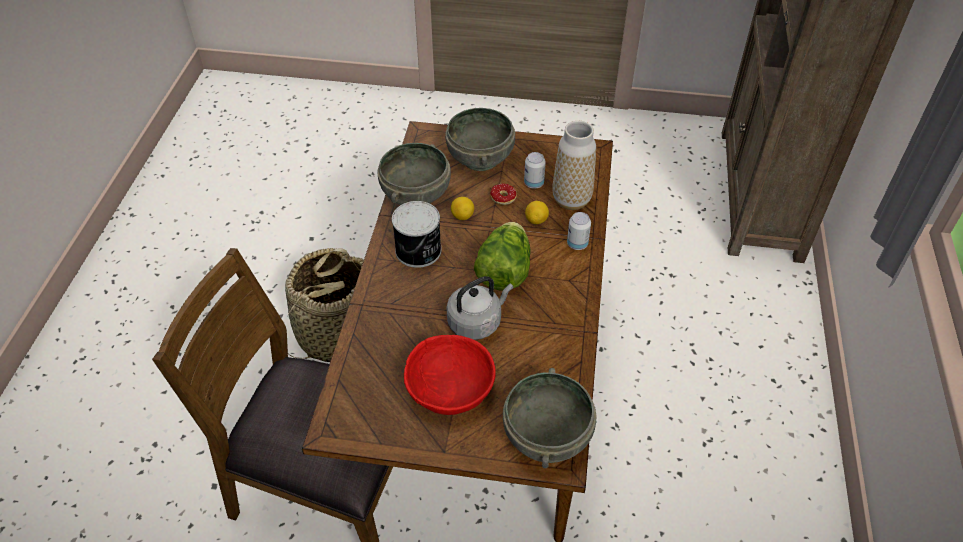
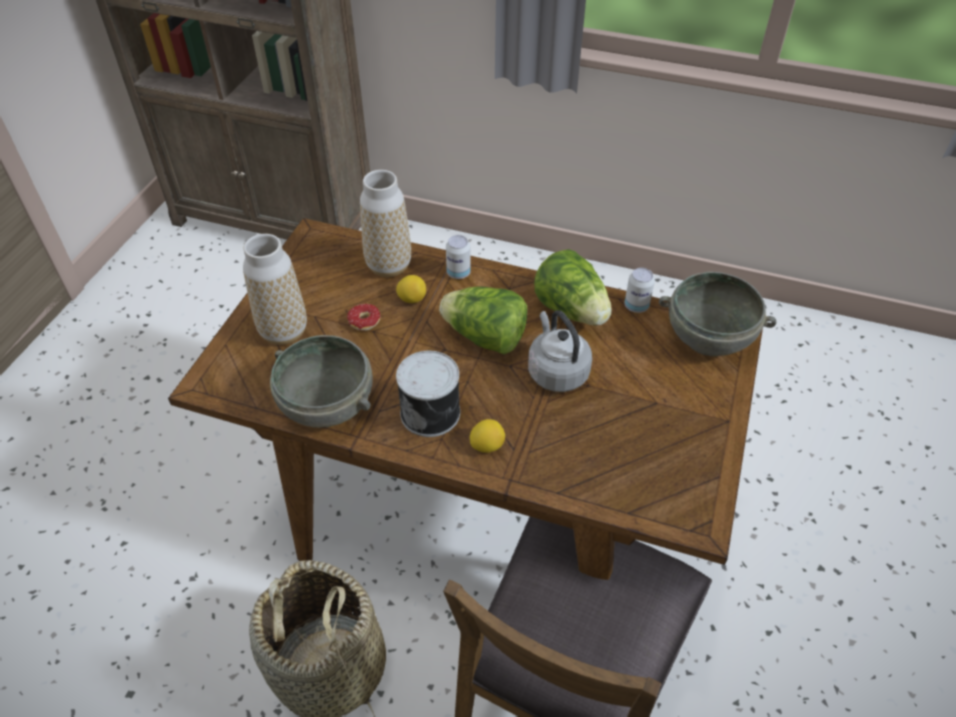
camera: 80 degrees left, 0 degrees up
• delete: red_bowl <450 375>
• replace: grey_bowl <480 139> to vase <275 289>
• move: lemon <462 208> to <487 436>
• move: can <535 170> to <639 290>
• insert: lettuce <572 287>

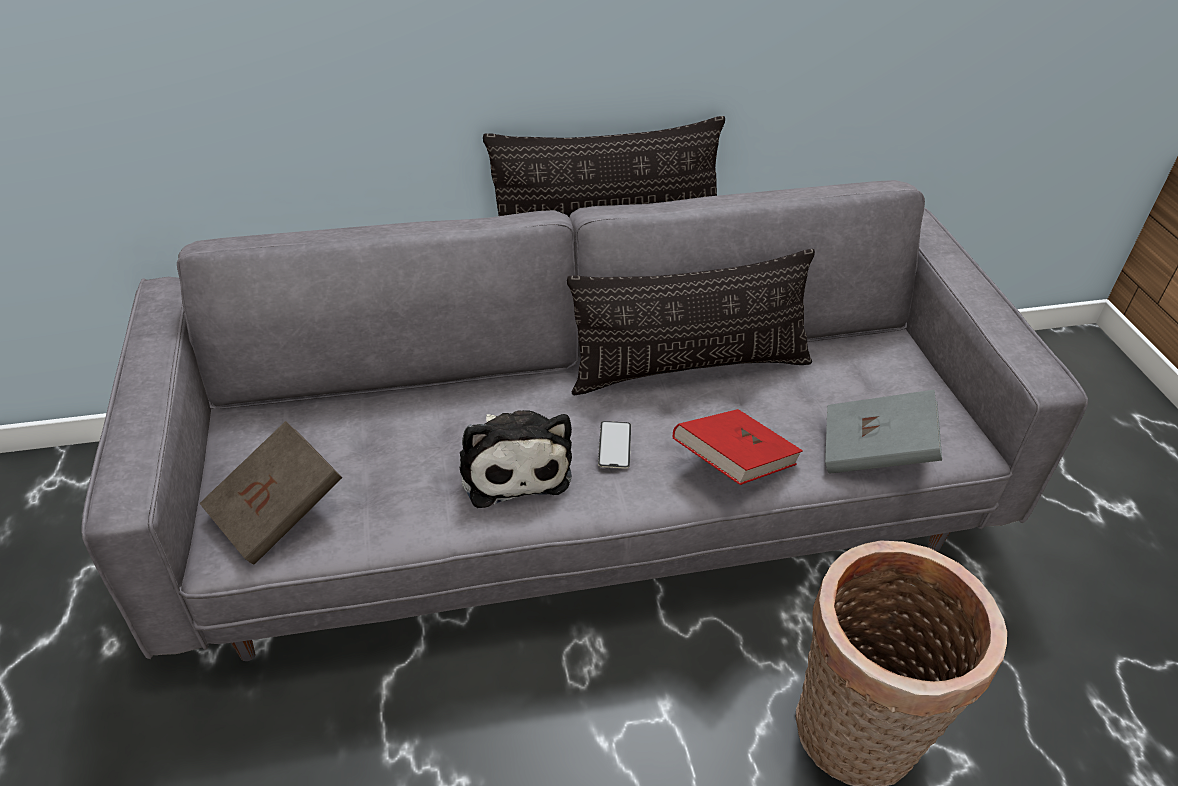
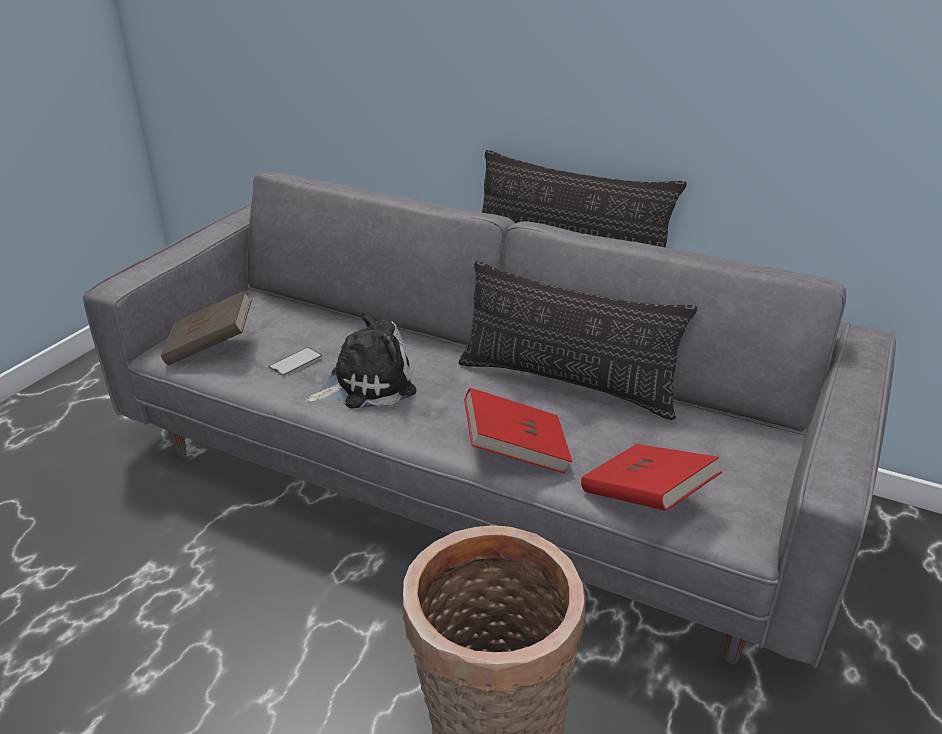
camera: 40 degrees right, 10 degrees down
• rotate: plush_toy <516 459> = <360 359> 135 degrees counterclockwise
• move: phone <614 445> to <295 361>
• recolor: grey_book <883 432> to red_book <651 477>

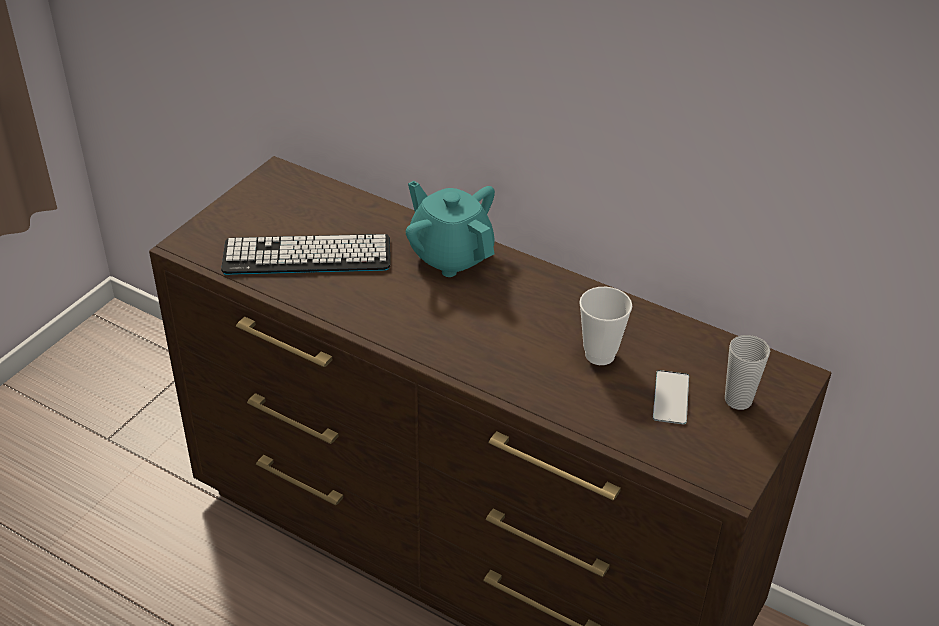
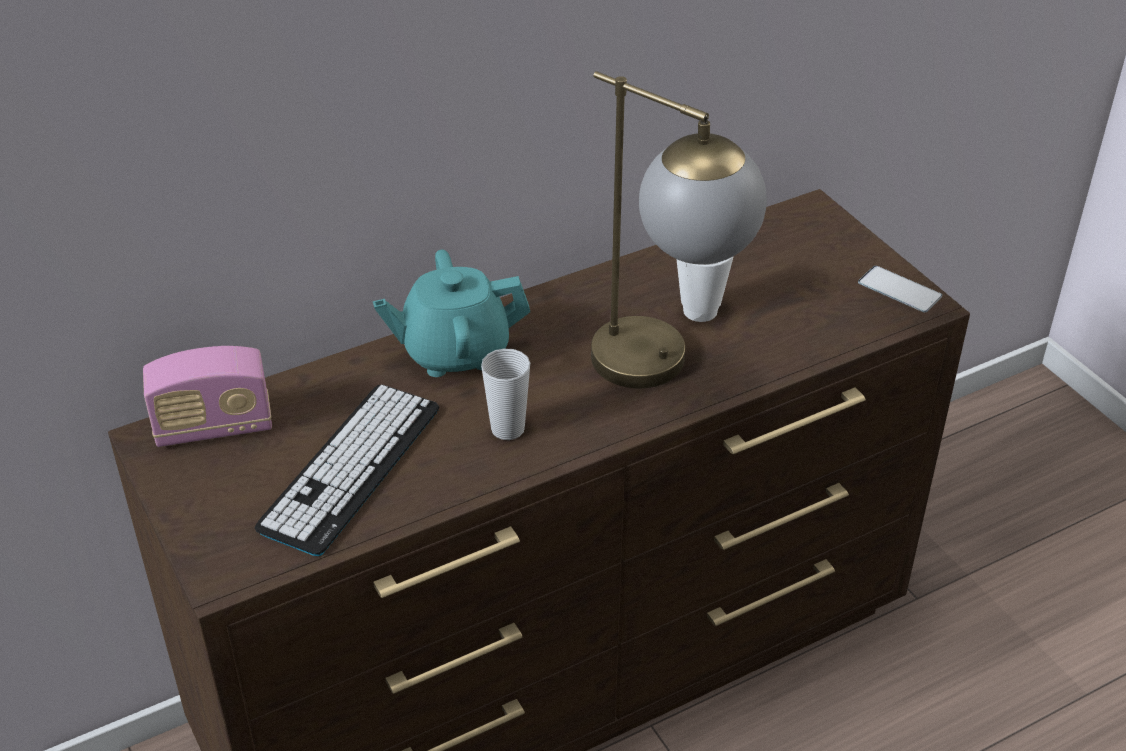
camera: 60 degrees left, 0 degrees up
• move: phone <671 397> to <900 289>
• move: cup <747 372> to <505 394>
• insert: radio <207 396>
• insert: table_lamp <679 229>

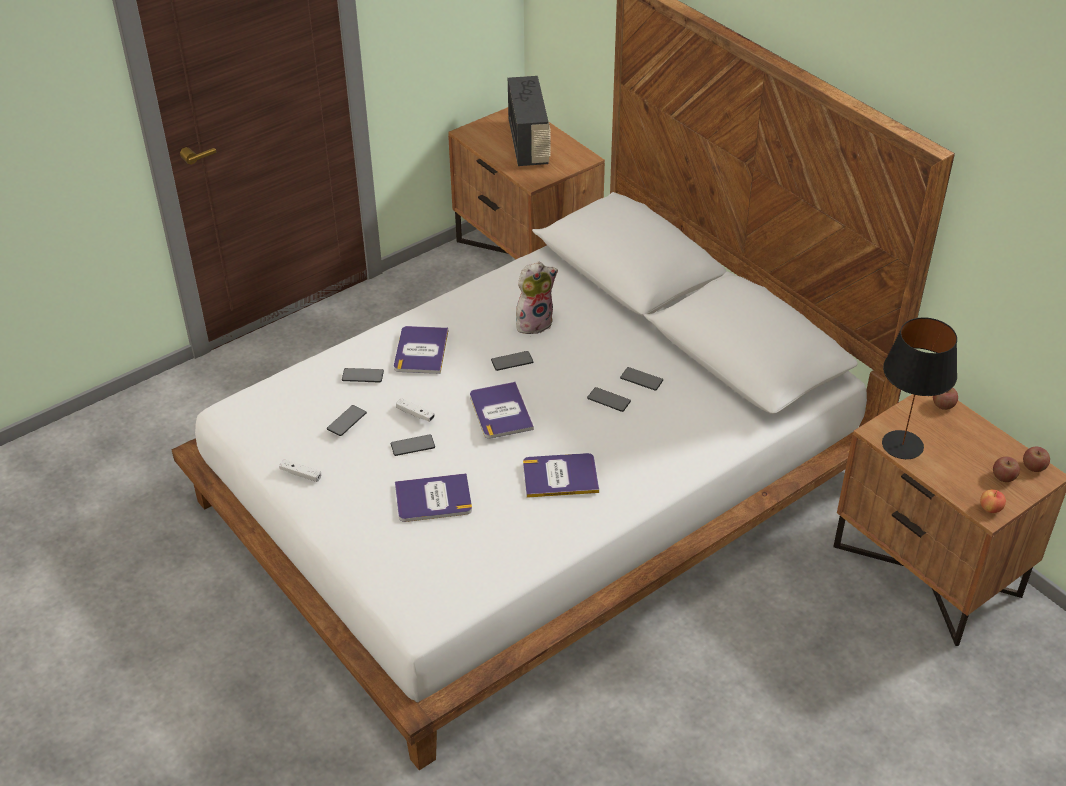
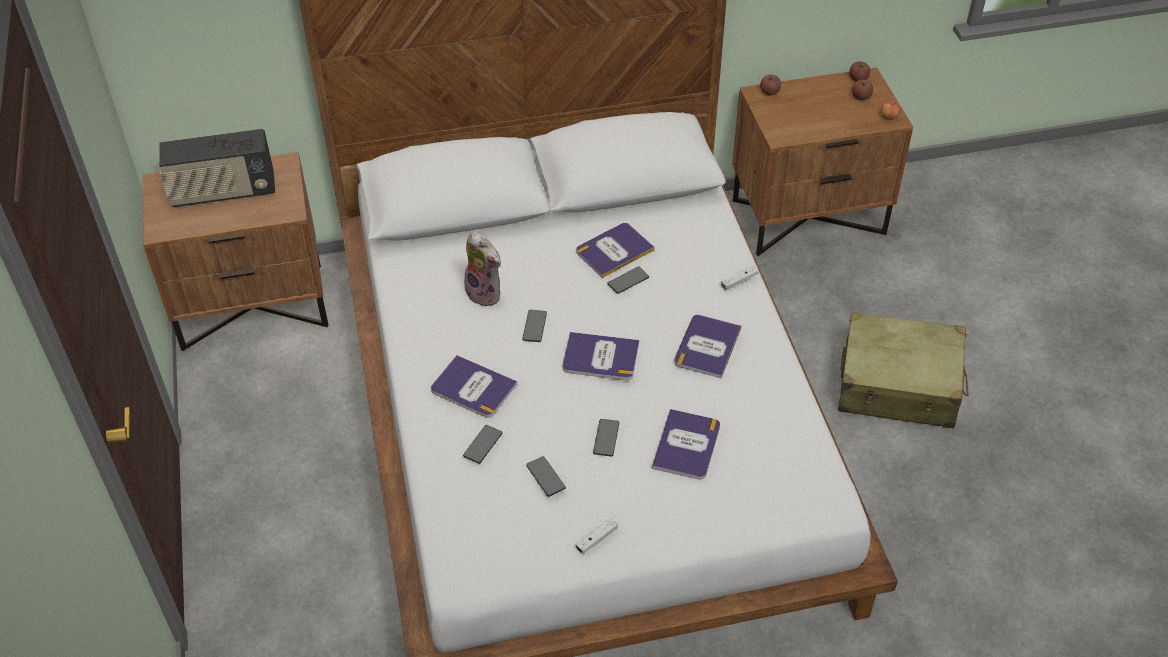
camera: 65 degrees left, 5 degrees up
• move: white_game_controller <415 410> to <739 278>
• rotate: radio <529 121> = <217 168> 150 degrees clockwise
• rotate: plush_toy <537 298> = <482 269> 135 degrees clockwise
• replace: phone <641 379> to book <615 250>
• delete: black_table_lamp <919 388>
• insert: beige_suitcase <903 370>

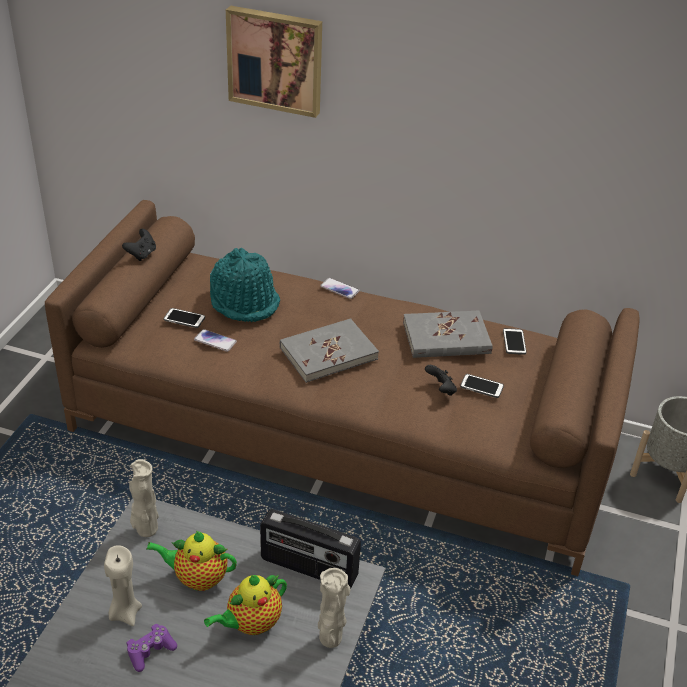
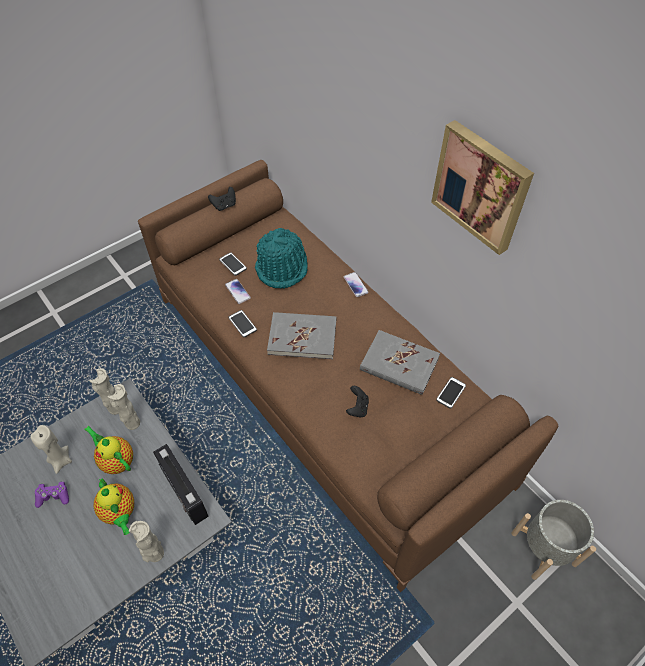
camera: 35 degrees right, 15 degrees up
• rotate: teapot <245 605> = <113 507> 120 degrees counterclockwise
• move: picture <274 62> to <482 187>
• move: phone <482 386> to <242 323>
• insert: beige_vase <123 407>

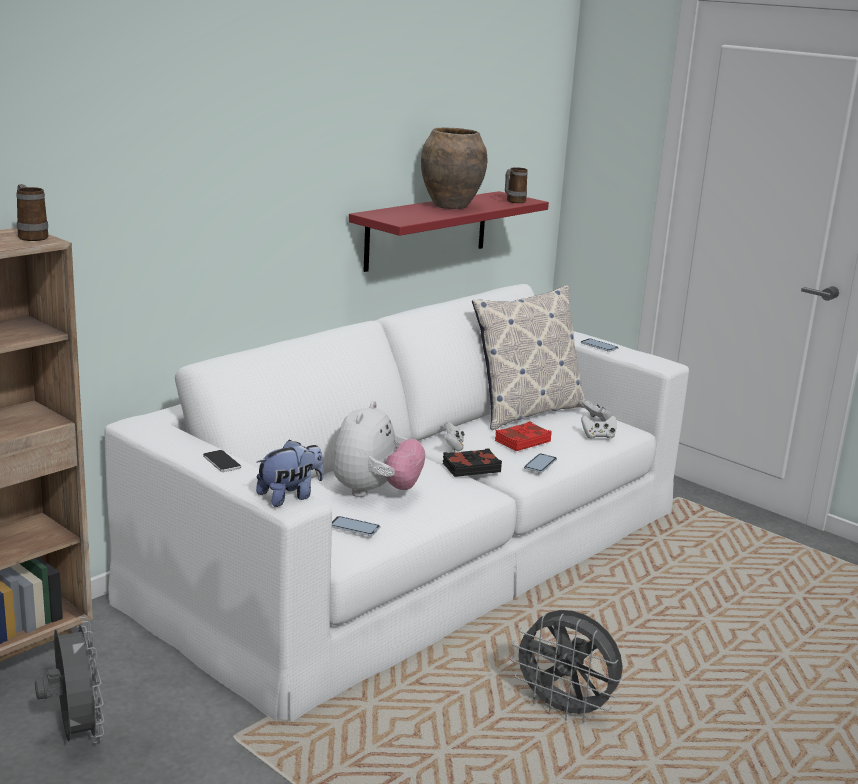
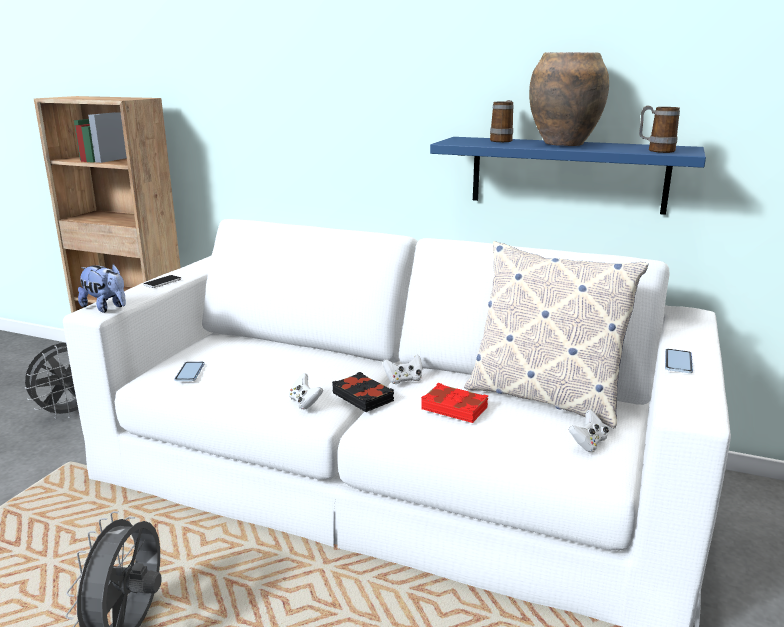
camera: 70 degrees right, 0 degrees up
• move: mug <32 212> to <502 121>
• delete: plush_toy <378 449>
• recolor: red_shelf <449 231> to blue_shelf <568 176>
• delete: phone <540 463>
• move: white_game_controller <599 426> to <306 391>

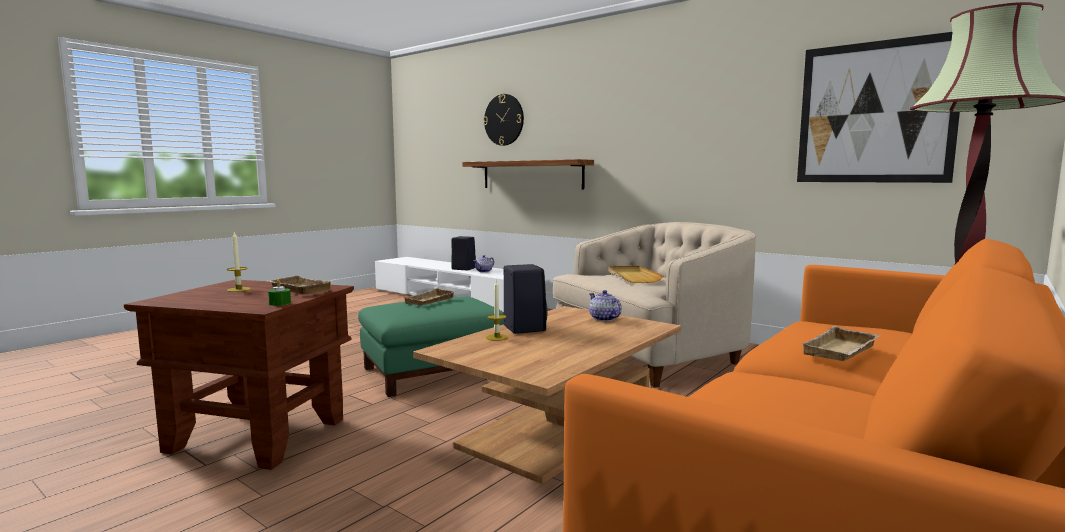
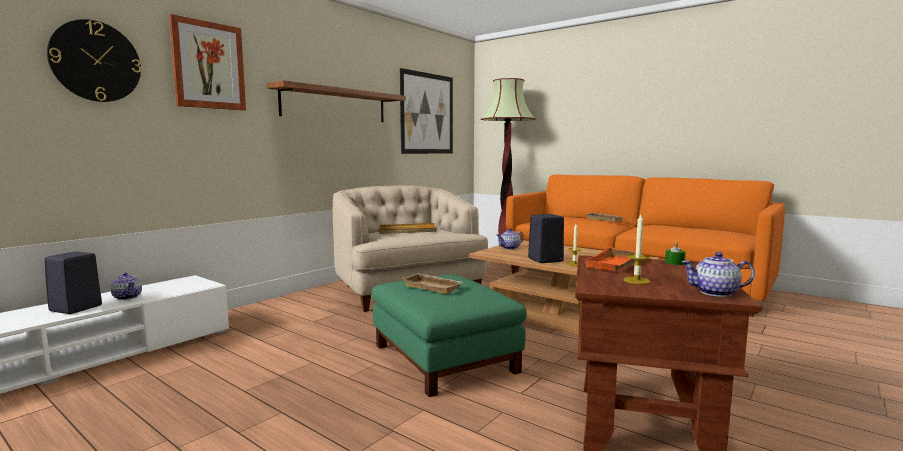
camera: 90 degrees left, 0 degrees up
• recolor: beige_tray <300 285> to orange_tray <610 259>
• move: shelf <528 174> to <336 101>
• insert: picture <207 62>
• insert: teapot <718 274>

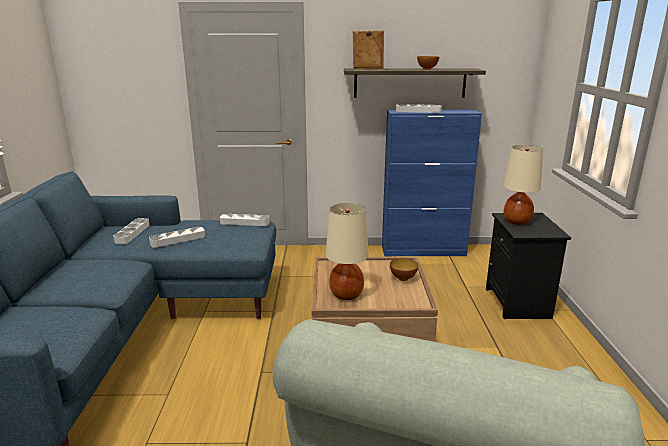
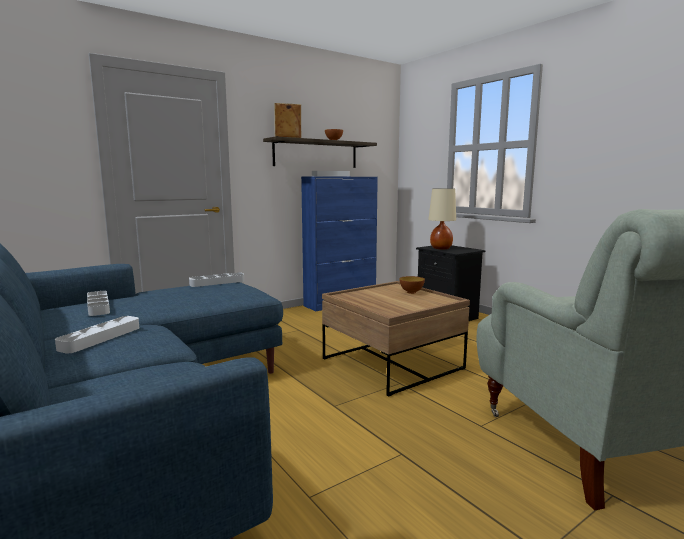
camera: 35 degrees left, 10 degrees down
• move: grey_tray <177 237> to <97 335>
• delete: beige_table_lamp <347 251>

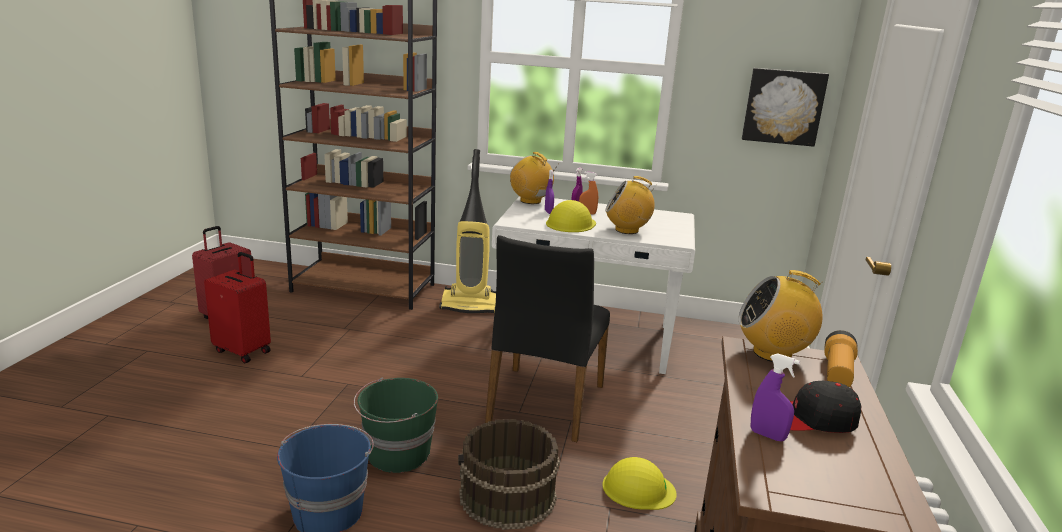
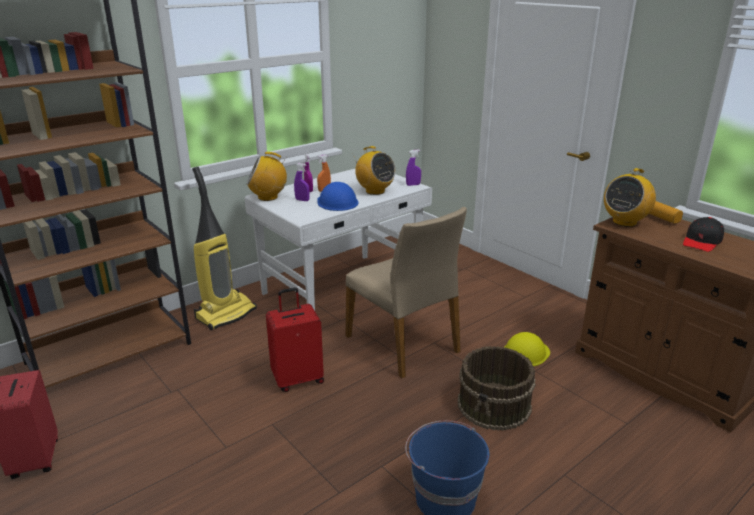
camera: 50 degrees left, 5 degrees up
• move: red_suitcase <237 307> to <295 340>
• delete: green_bucket <396 425>
• recolor: black_chair <547 338> to beige_chair <406 292>
• recolor: yellow_hard_hat <571 216> to blue_hard_hat <337 196>
• rotate: radio <631 205> = <374 170> 90 degrees counterclockwise
• delete: picture <785 107>
• move: purple_spray_bottle <775 397> to <413 168>

